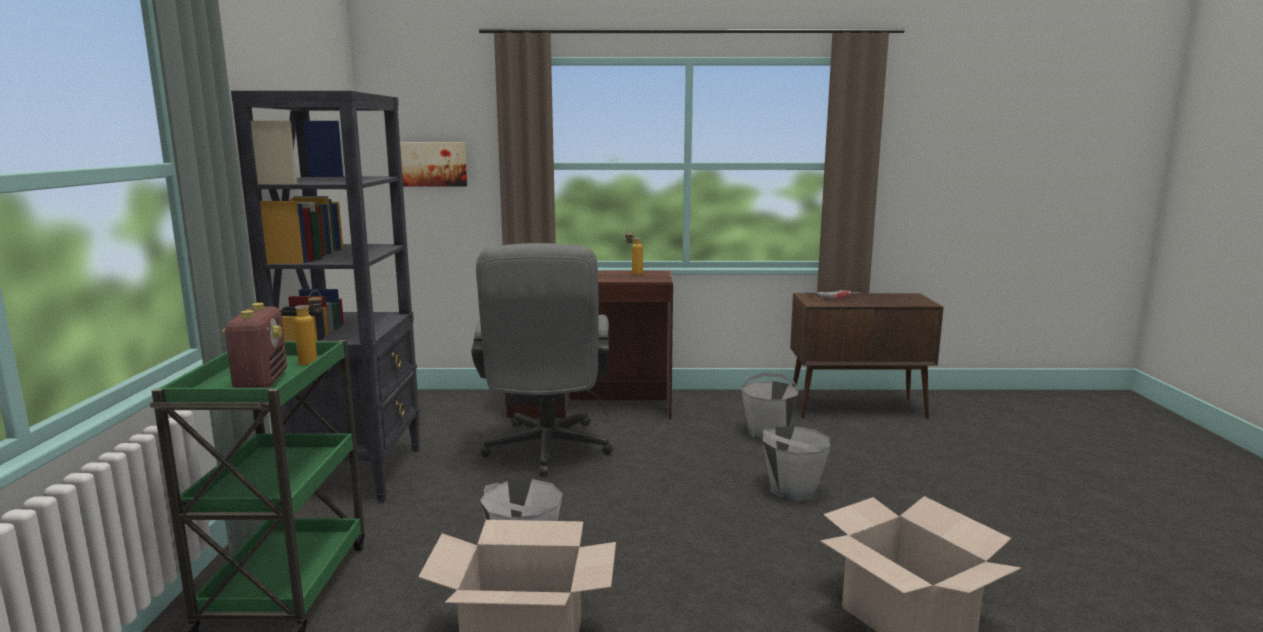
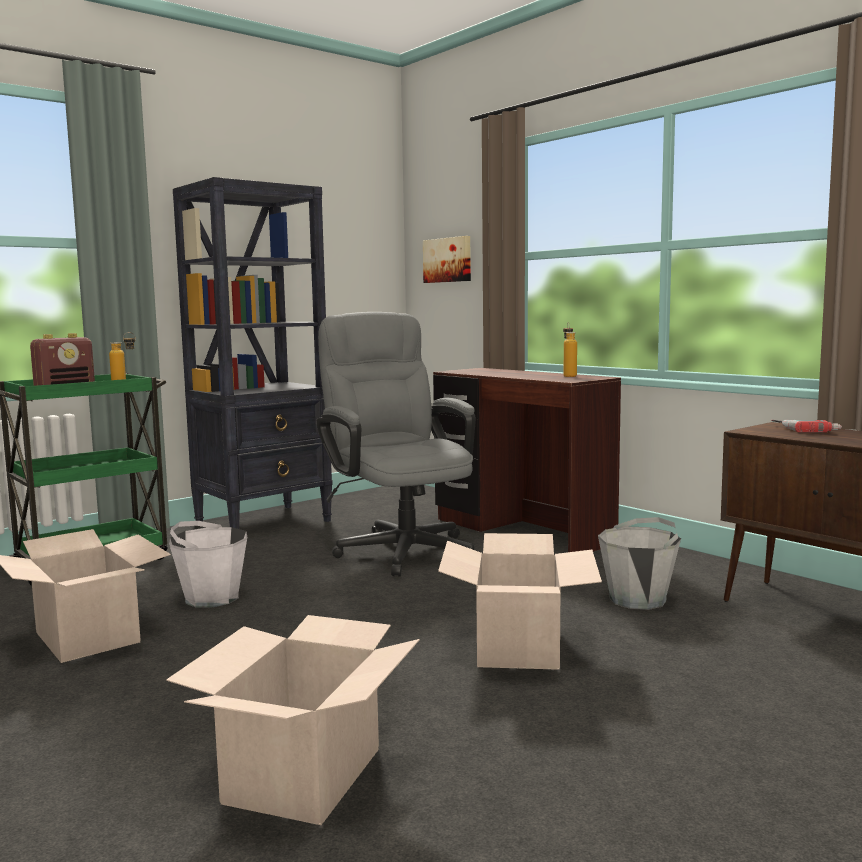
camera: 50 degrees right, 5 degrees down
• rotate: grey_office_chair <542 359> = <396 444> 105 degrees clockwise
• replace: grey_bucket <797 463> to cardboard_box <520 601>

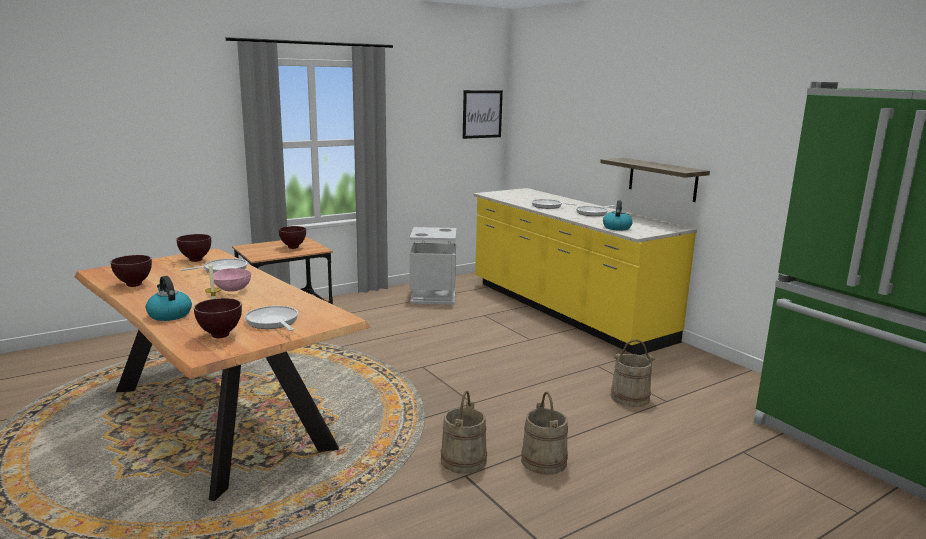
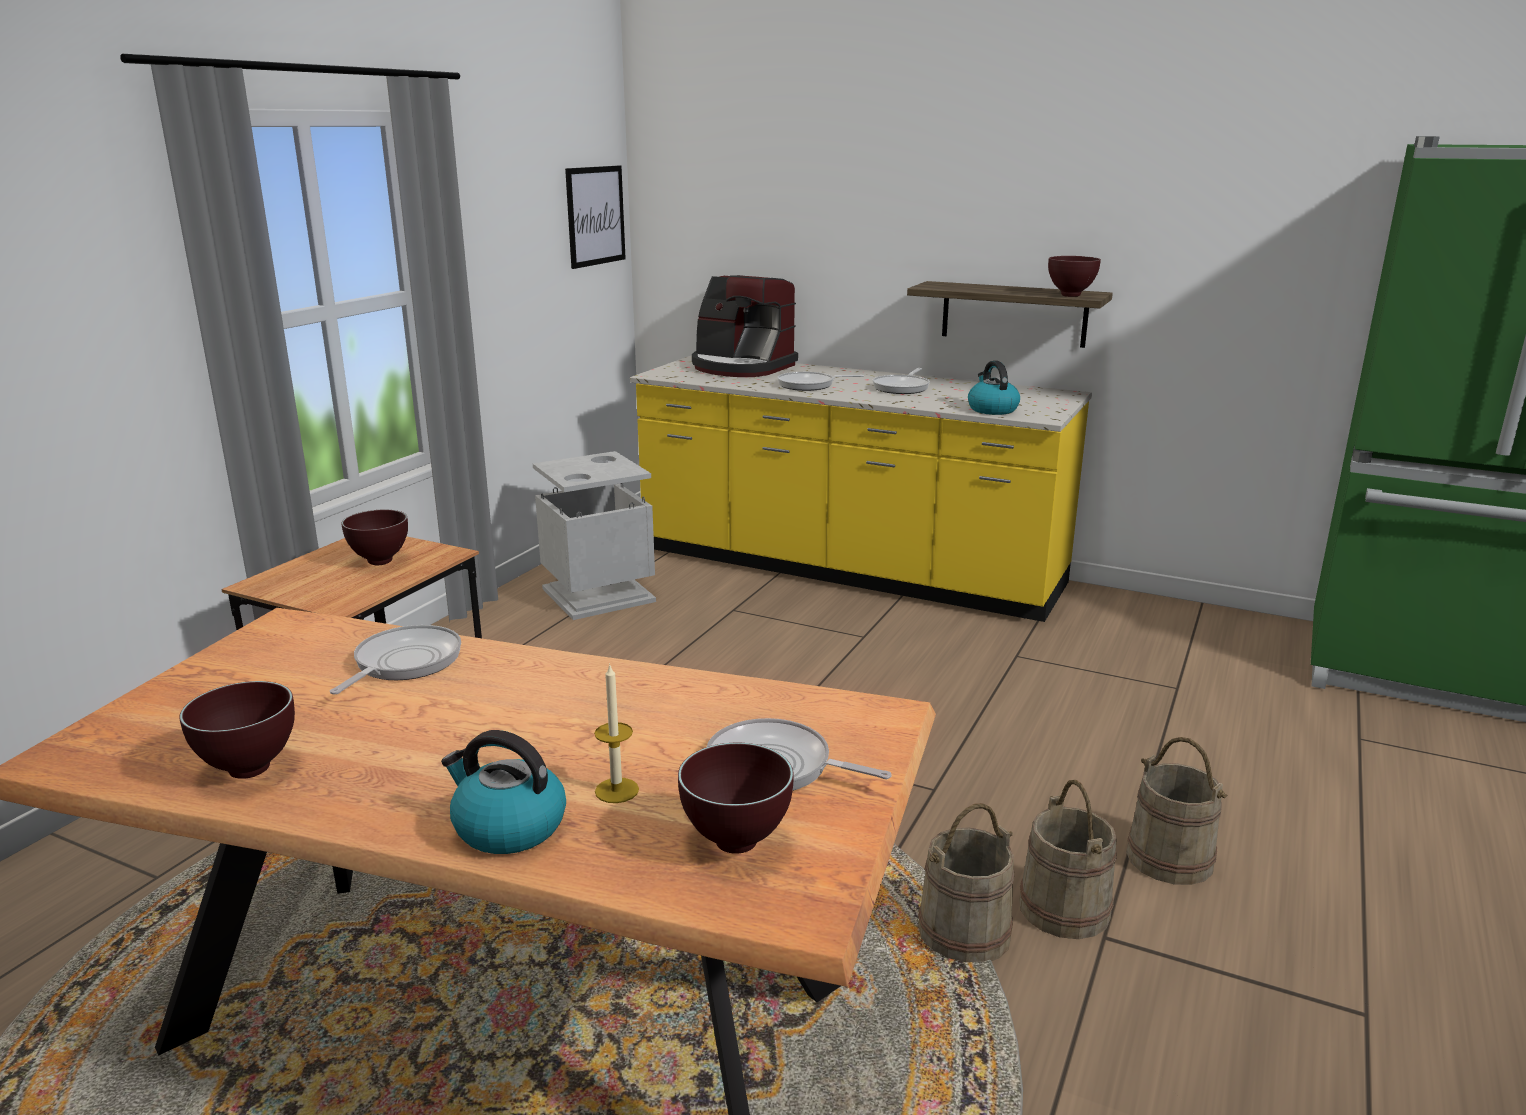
camera: 30 degrees left, 5 degrees up
• move: brown_bowl <193 248> to <1074 276>
• delete: pink_bowl <232 280>
• move: beige_bucket <633 373> to <966 882>
• insert: coffee_machine <745 326>

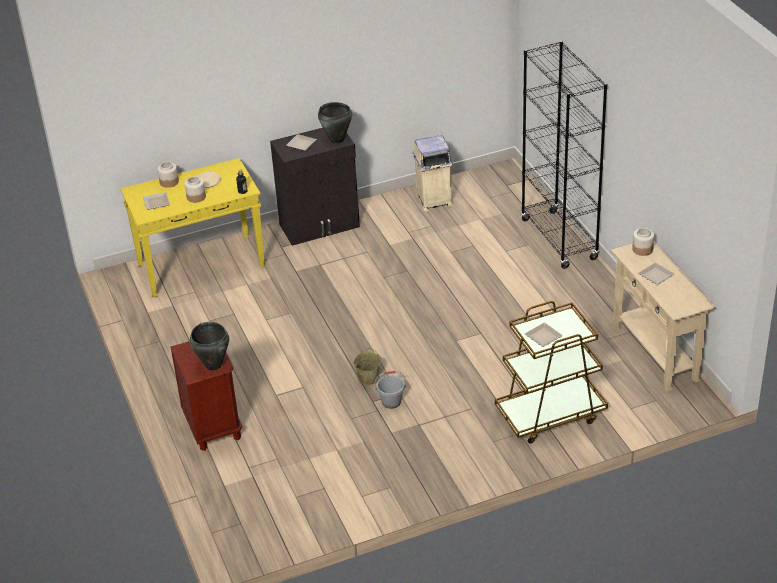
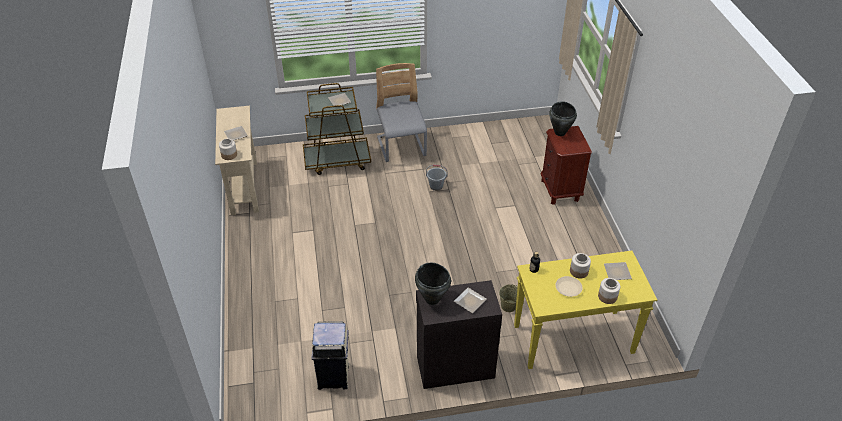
camera: 170 degrees left, 5 degrees up
• move: beige_bucket <367 366> to <508 298>
• delete: black_bookcase <564 155>
• insert: grey_chair <401 112>

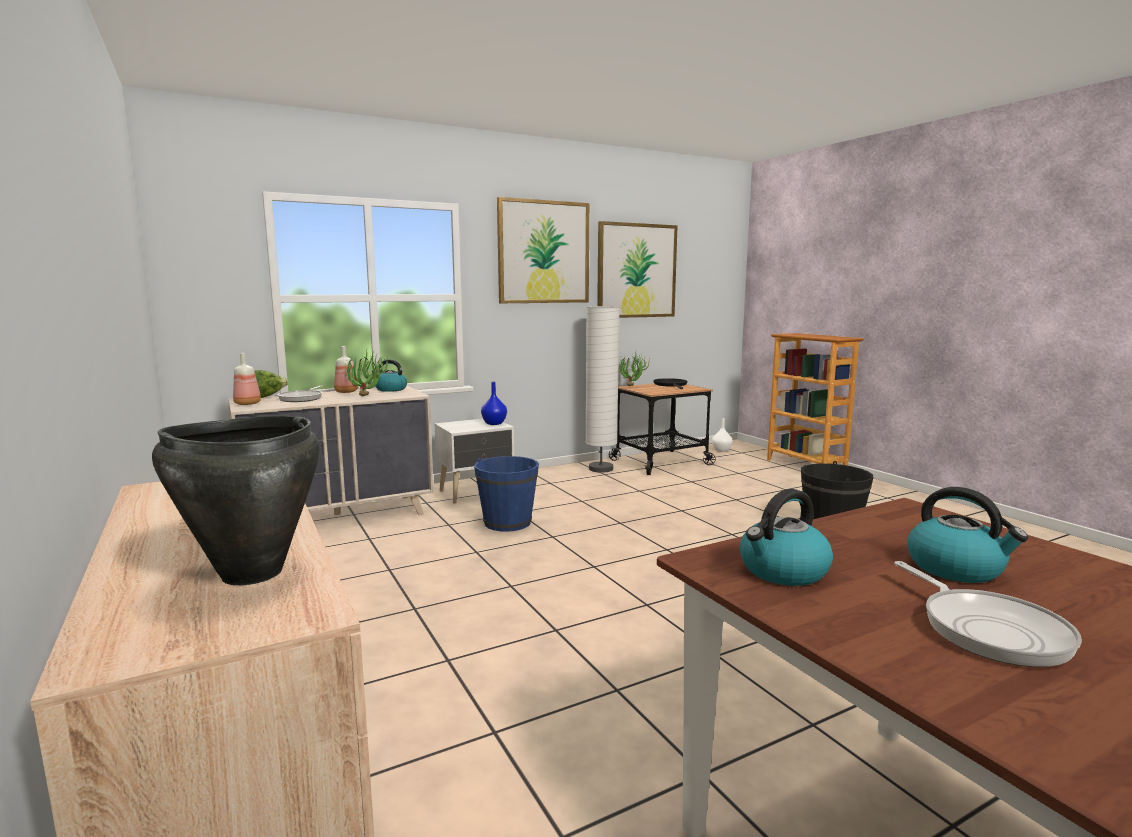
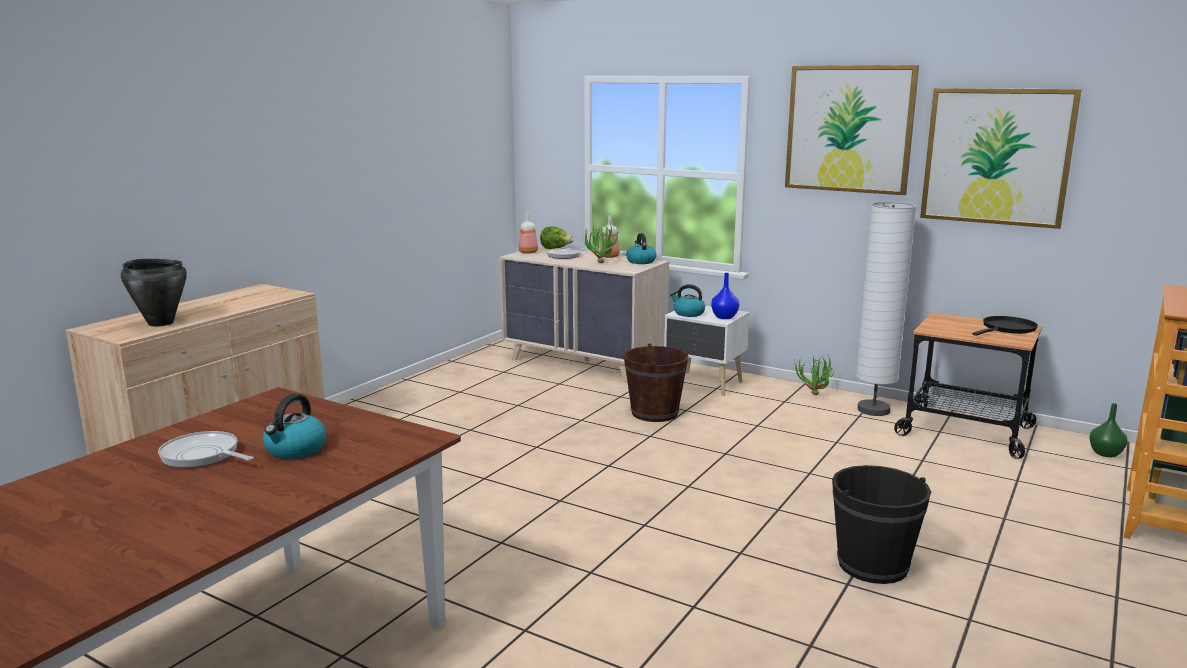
camera: 60 degrees right, 5 degrees up
• recolor: blue_bucket <506 494> to brown_bucket <656 382>
• move: potted_plant <635 369> to <814 375>
• recolor: white_vase <722 435> to green_vase <1108 430>
• move: kettle <786 537> to <687 300>
• rotate: frying_pan <988 614> = <205 449> 75 degrees clockwise

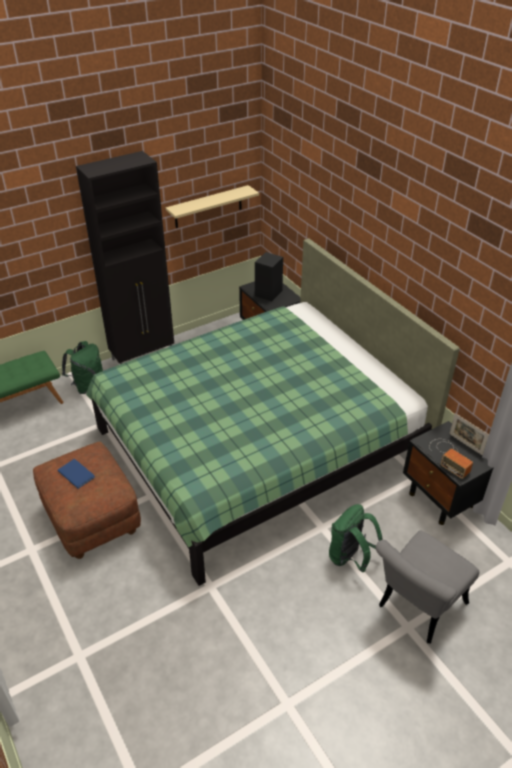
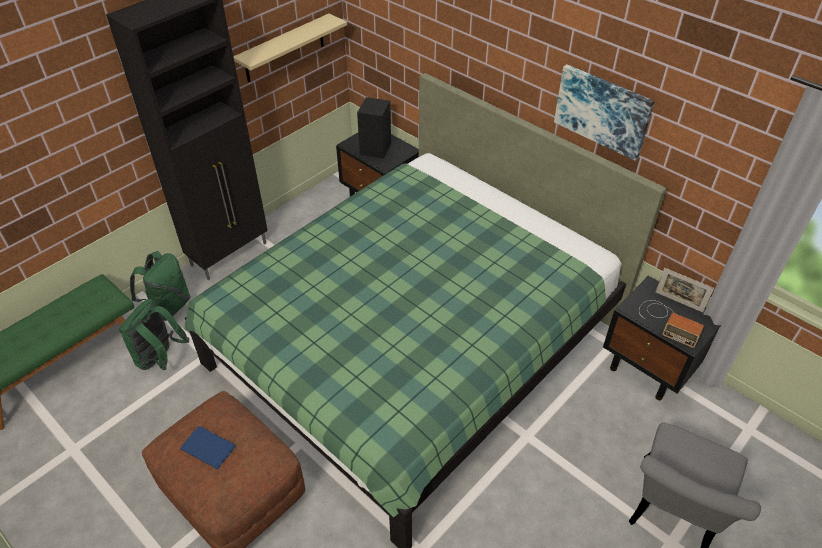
camera: 15 degrees left, 5 degrees up
• move: green_backpack <356 538> to <154 334>
• insert: picture <604 112>

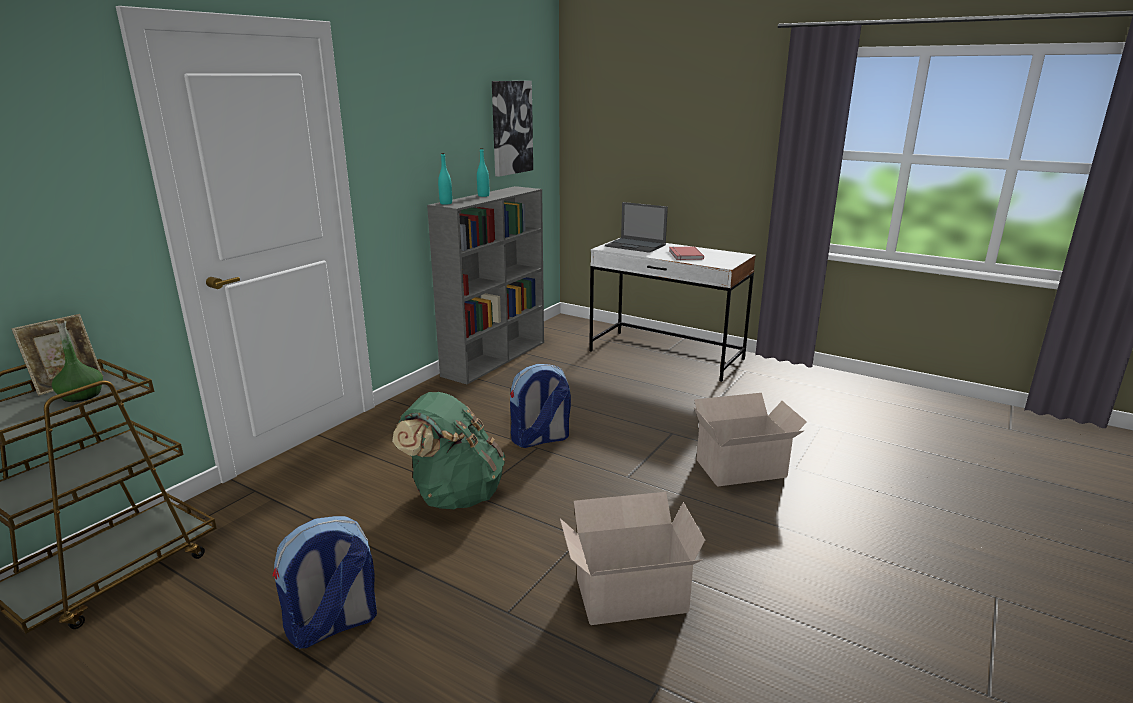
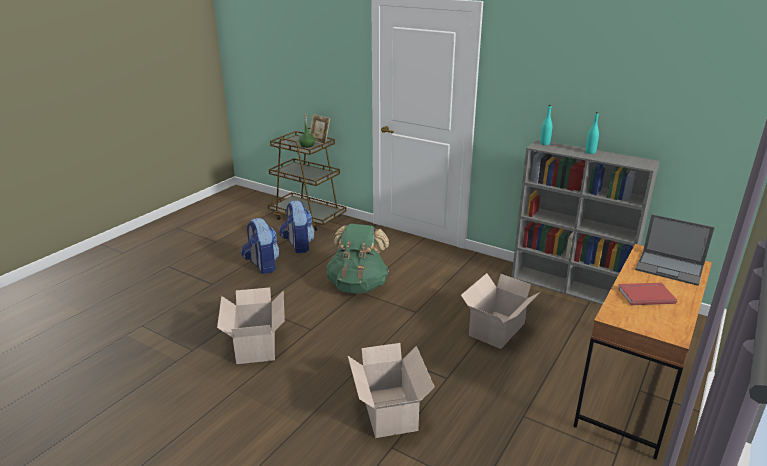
camera: 90 degrees right, 5 degrees up
• delete: picture <512 129>
• move: backpack <540 406> to <297 226>
• recolor: white_desk <672 310> to brown_desk <642 352>
• rotate: laptop <636 227> = <675 250> 90 degrees counterclockwise
• insert: cardboard_box <500 311>

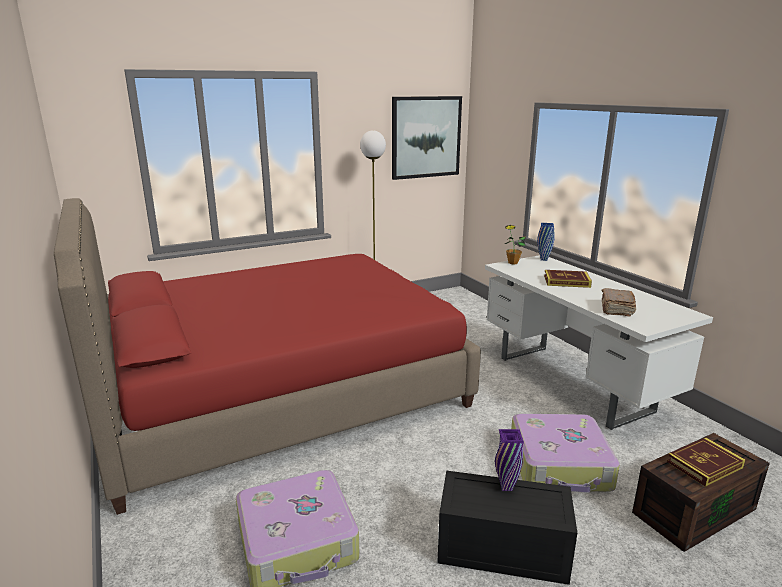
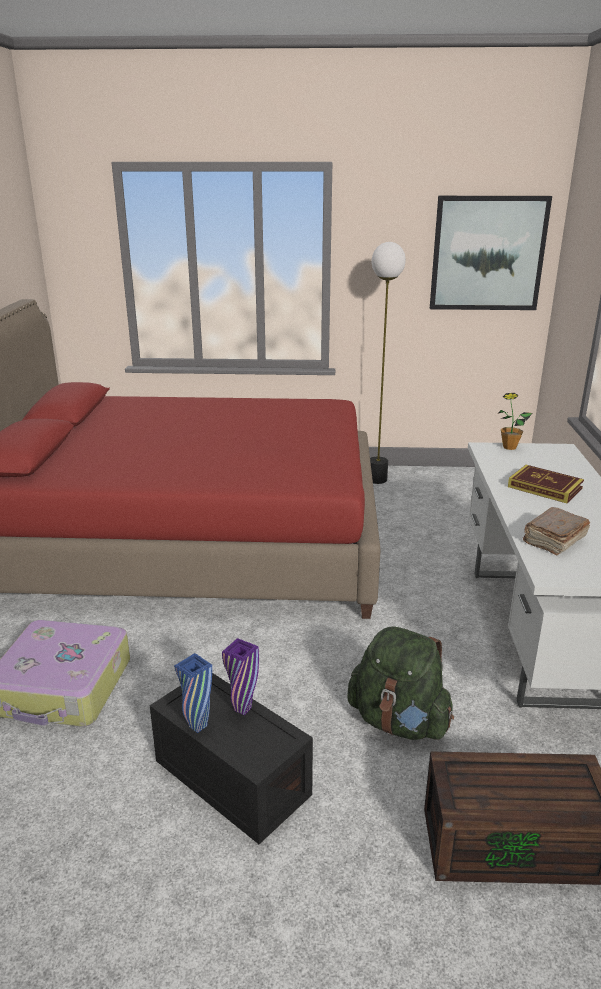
camera: 30 degrees right, 5 degrees up
• replace: suitcase <565 453> to green_backpack <400 683>
• move: blue_vase <546 242> to <193 693>
• delete: book <706 462>

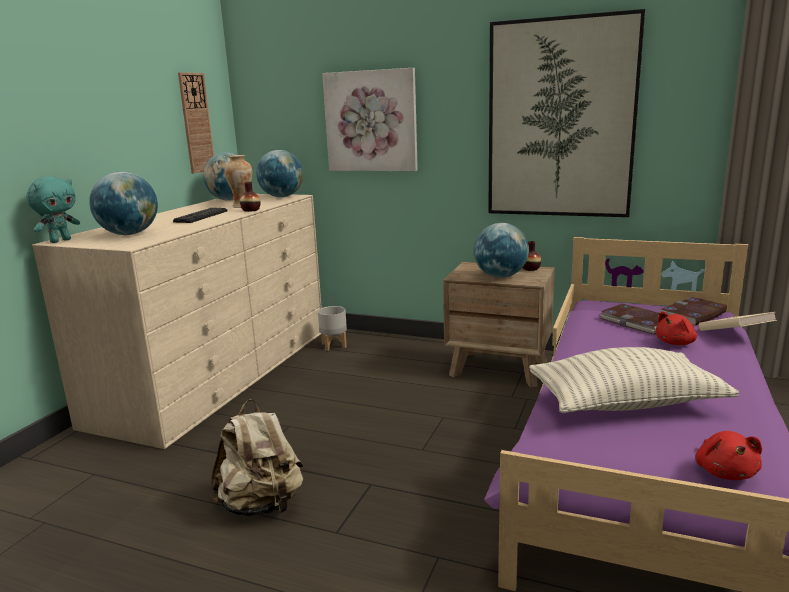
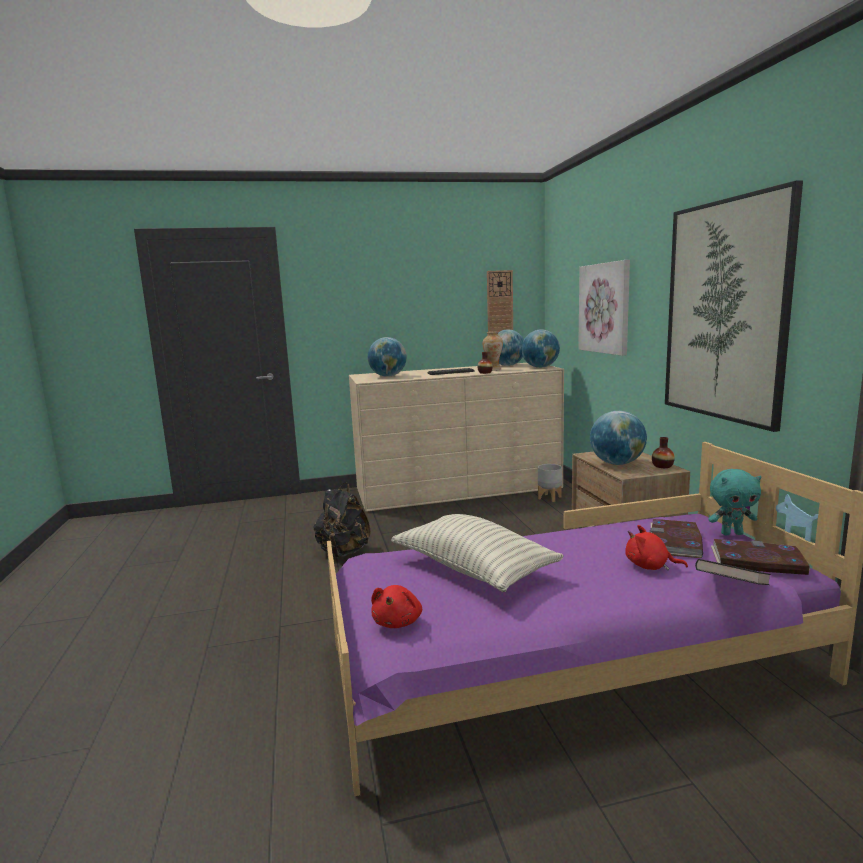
camera: 55 degrees right, 5 degrees down
• move: turquoise_plush_toy <53 210> to <734 502>
• recolor: beige_backpack <256 457> to black_backpack <342 519>
• rotate: red_plush_toy <728 455> = <396 606> 45 degrees counterclockwise
• recolor: beige_book <738 321> to black_book <733 572>

